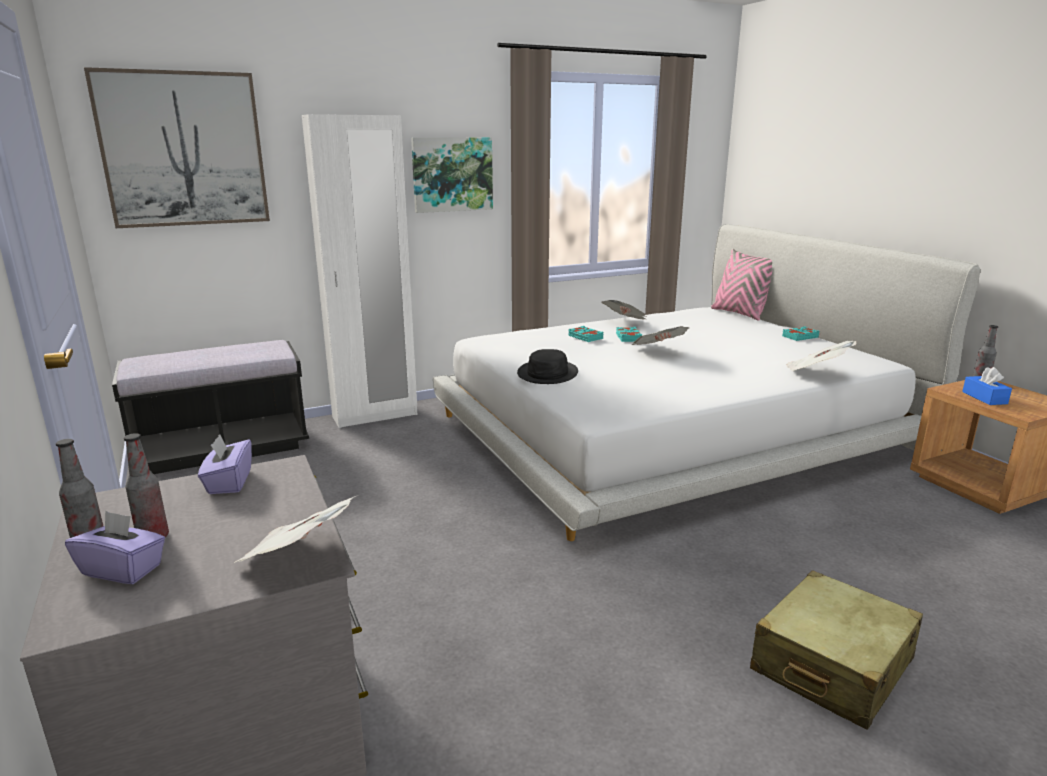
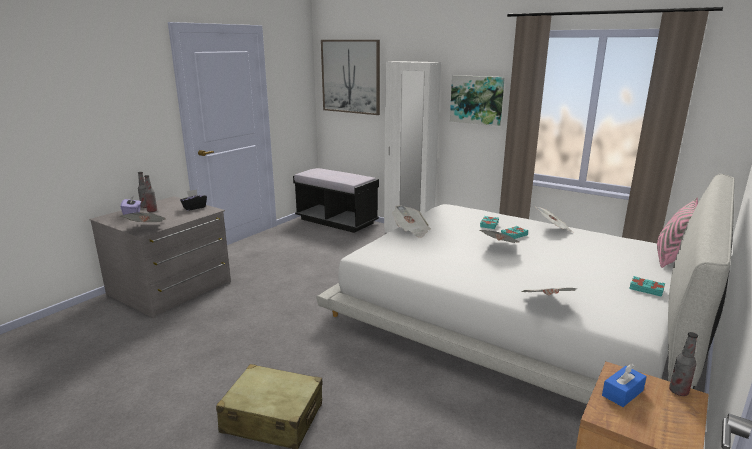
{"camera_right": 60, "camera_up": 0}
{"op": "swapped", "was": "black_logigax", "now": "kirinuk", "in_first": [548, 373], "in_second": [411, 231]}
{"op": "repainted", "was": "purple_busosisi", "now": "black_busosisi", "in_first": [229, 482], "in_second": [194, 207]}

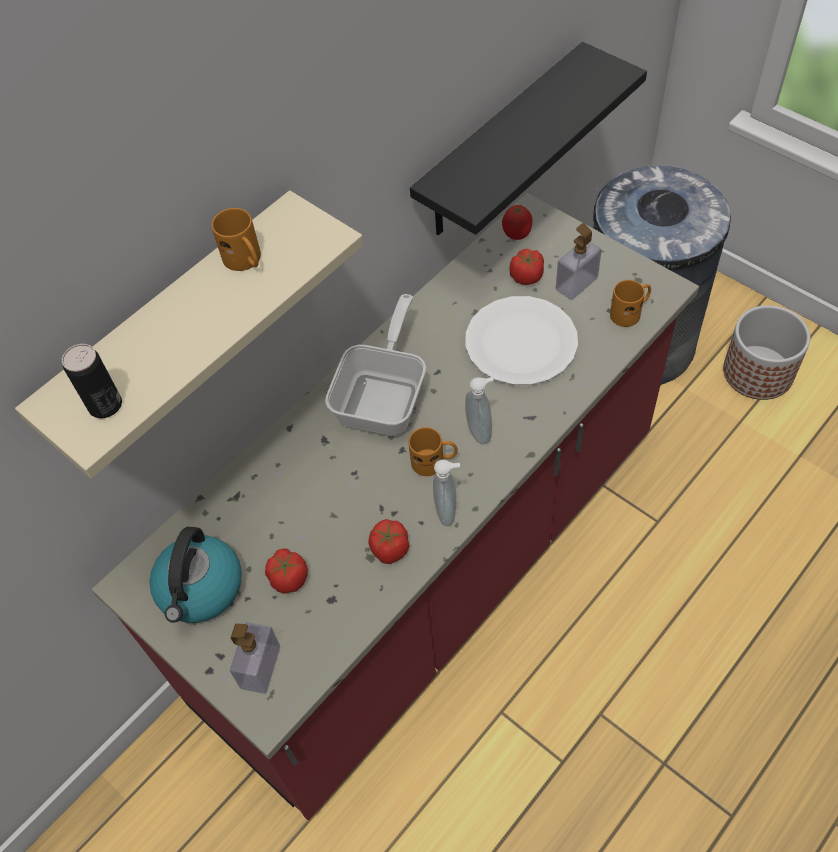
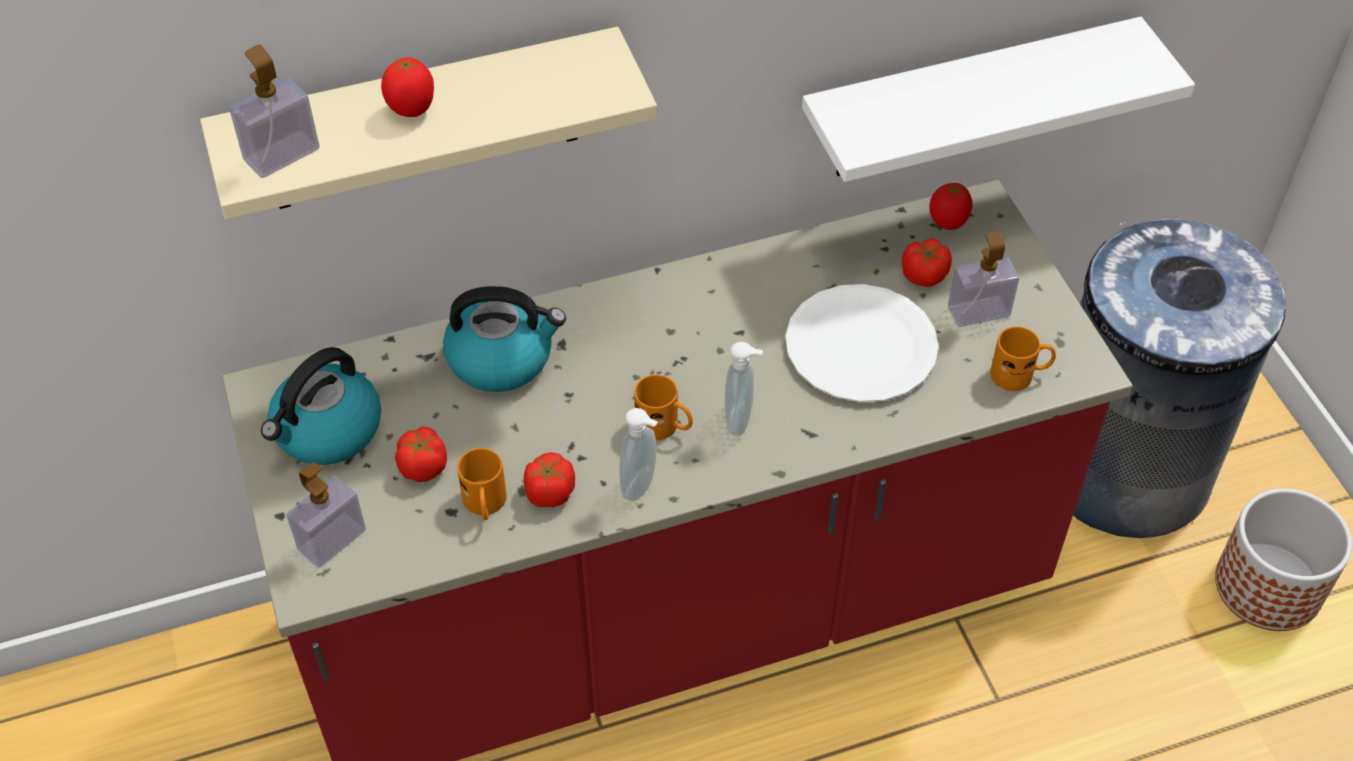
{"camera_right": 25, "camera_up": -5}
{"op": "repainted", "was": "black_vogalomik", "now": "white_vogalomik", "in_first": [499, 145], "in_second": [967, 100]}
{"op": "shifted", "was": "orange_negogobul", "in_first": [246, 261], "in_second": [485, 505]}
{"op": "gone", "was": "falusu", "in_first": [385, 396]}
{"op": "swapped", "was": "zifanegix", "now": "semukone", "in_first": [105, 405], "in_second": [281, 154]}
{"op": "new", "now": "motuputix", "in_second": [412, 110]}
{"op": "new", "now": "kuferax", "in_second": [502, 358]}

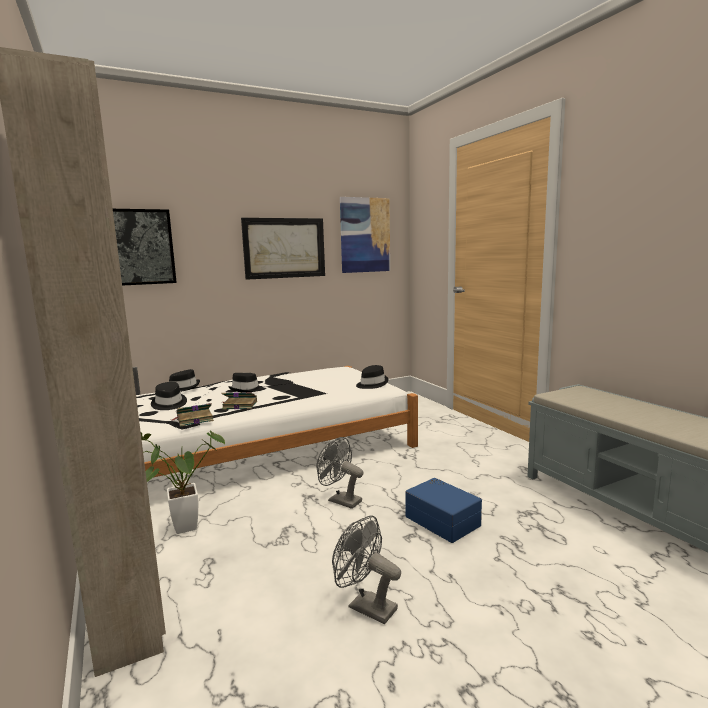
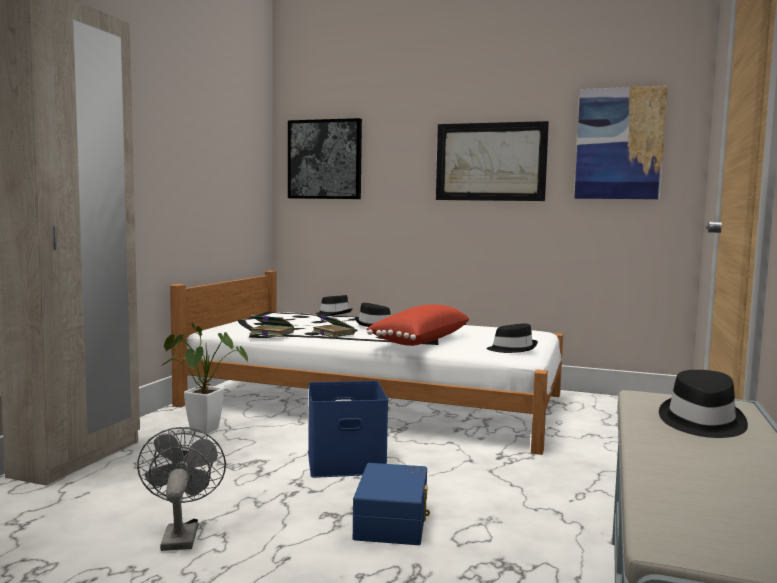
{"camera_right": 45, "camera_up": -5}
{"op": "shifted", "was": "black_logigax", "in_first": [169, 404], "in_second": [701, 422]}
{"op": "swapped", "was": "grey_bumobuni", "now": "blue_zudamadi", "in_first": [340, 500], "in_second": [344, 462]}
{"op": "new", "now": "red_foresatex", "in_second": [419, 341]}

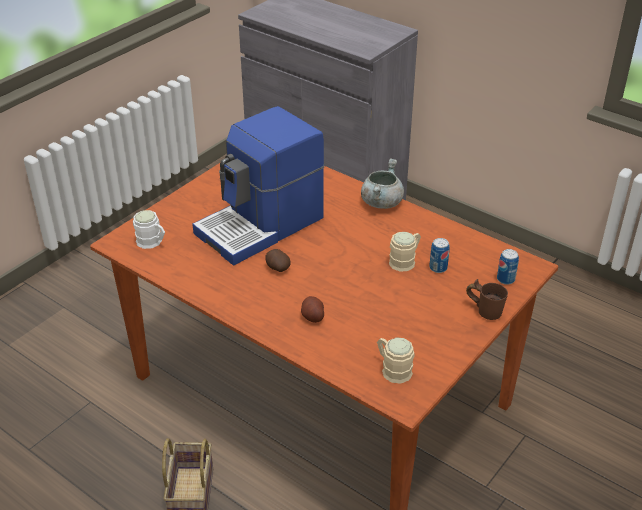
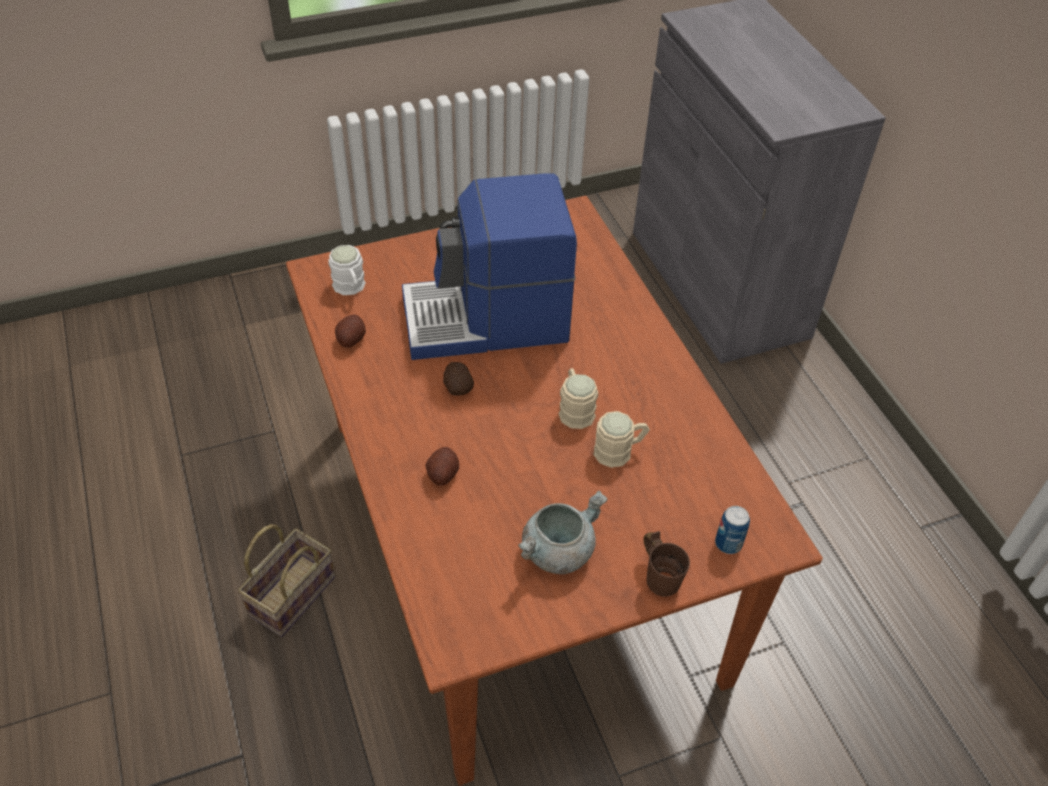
{"camera_right": 30, "camera_up": 10}
{"op": "shifted", "was": "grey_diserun", "in_first": [381, 202], "in_second": [557, 550]}
{"op": "gone", "was": "zifanegix", "in_first": [438, 268]}
{"op": "shifted", "was": "beige_negogobul", "in_first": [392, 369], "in_second": [575, 409]}
{"op": "new", "now": "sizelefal", "in_second": [351, 339]}

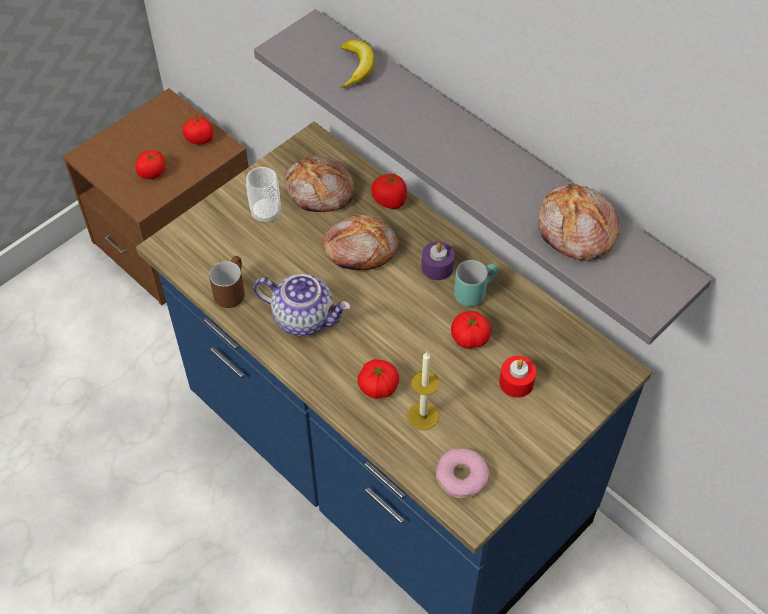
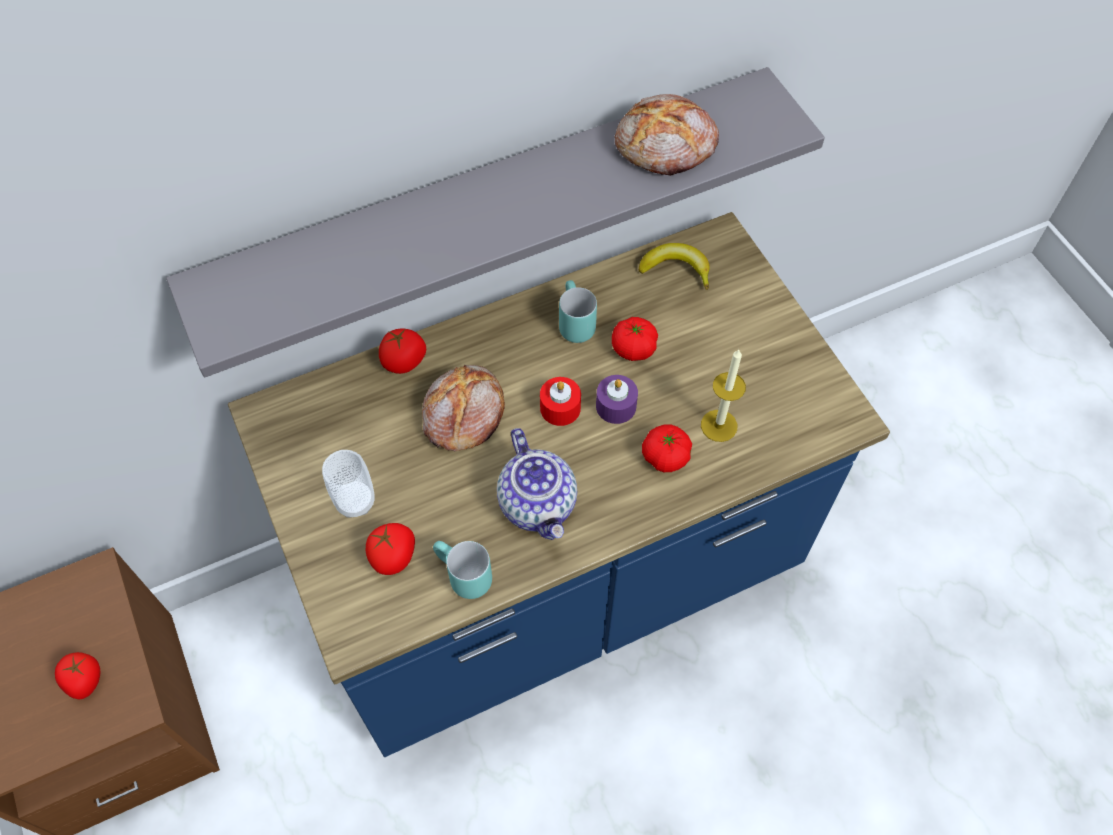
{"camera_right": -70, "camera_up": 5}
{"op": "shifted", "was": "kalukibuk", "in_first": [356, 67], "in_second": [676, 269]}
{"op": "shifted", "was": "motuputix", "in_first": [200, 139], "in_second": [393, 556]}
{"op": "gone", "was": "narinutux", "in_first": [319, 192]}
{"op": "shifted", "was": "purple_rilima", "in_first": [437, 267], "in_second": [616, 406]}
{"op": "repainted", "was": "brown_negogobul", "now": "turquoise_negogobul", "in_first": [230, 290], "in_second": [461, 577]}
{"op": "rotated", "was": "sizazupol", "in_first": [304, 317], "in_second": [539, 504], "clockwise": 120}
{"op": "shifted", "was": "red_rilima", "in_first": [516, 382], "in_second": [560, 408]}
{"op": "gone", "was": "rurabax", "in_first": [461, 477]}

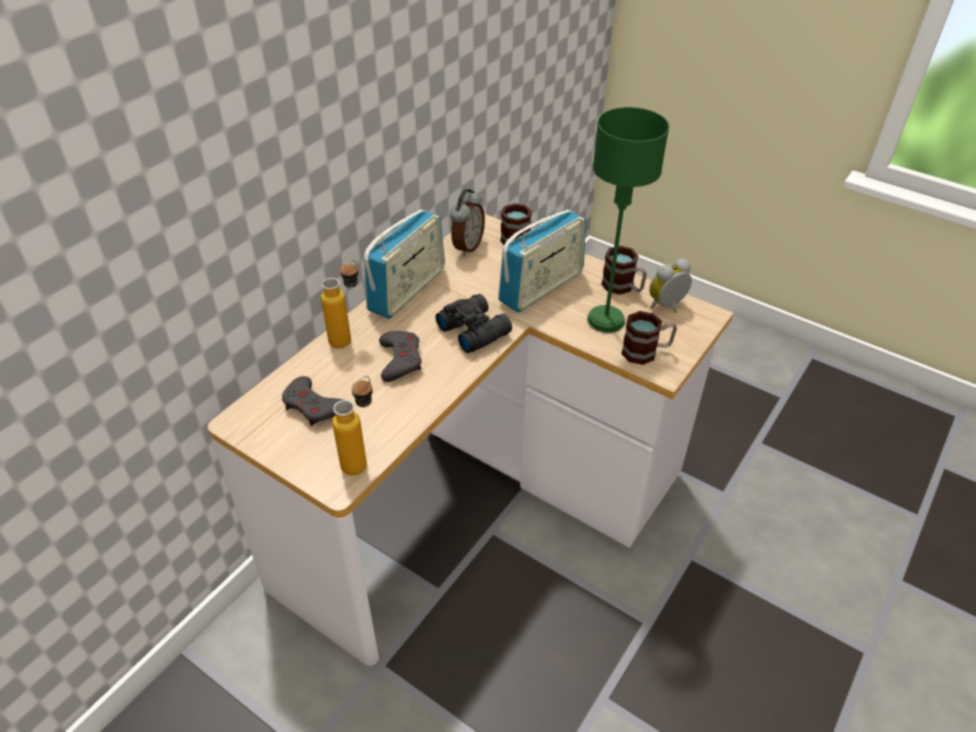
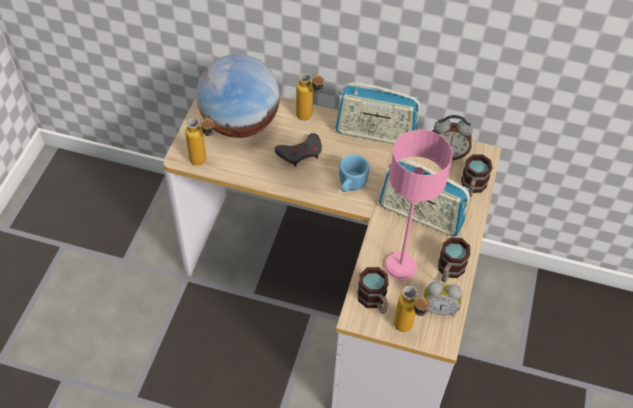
{"camera_right": 70, "camera_up": 10}
{"op": "repainted", "was": "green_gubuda", "now": "pink_gubuda", "in_first": [606, 320], "in_second": [400, 267]}
{"op": "rotated", "was": "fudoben", "in_first": [668, 306], "in_second": [439, 308], "clockwise": 150}
{"op": "swapped", "was": "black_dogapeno", "now": "blue_negogobul", "in_first": [474, 329], "in_second": [350, 185]}
{"op": "swapped", "was": "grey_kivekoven", "now": "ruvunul", "in_first": [314, 406], "in_second": [240, 123]}
{"op": "new", "now": "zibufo", "in_second": [407, 330]}

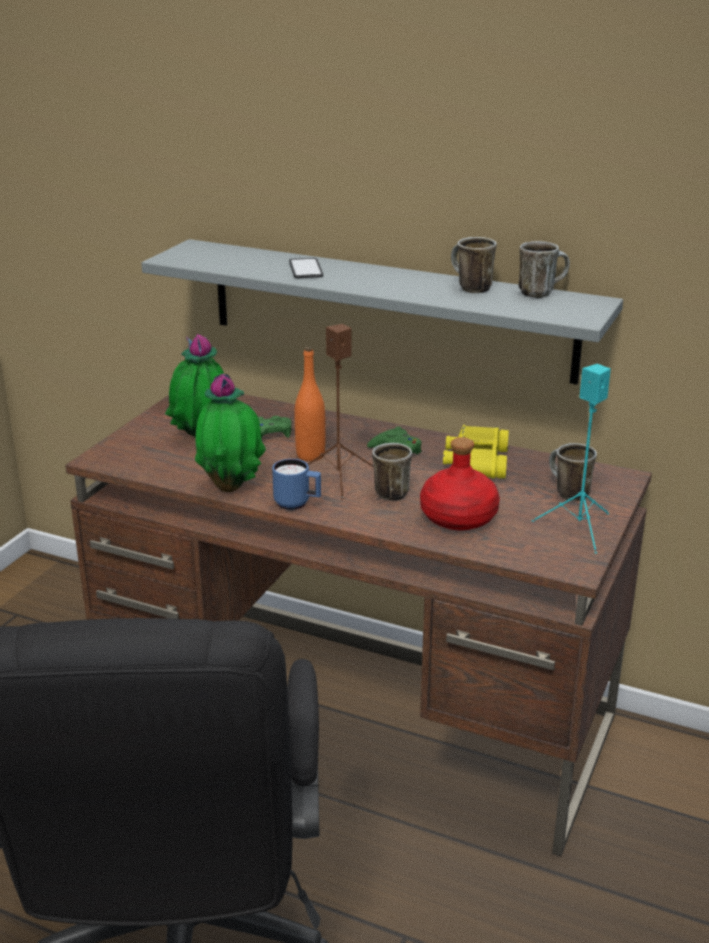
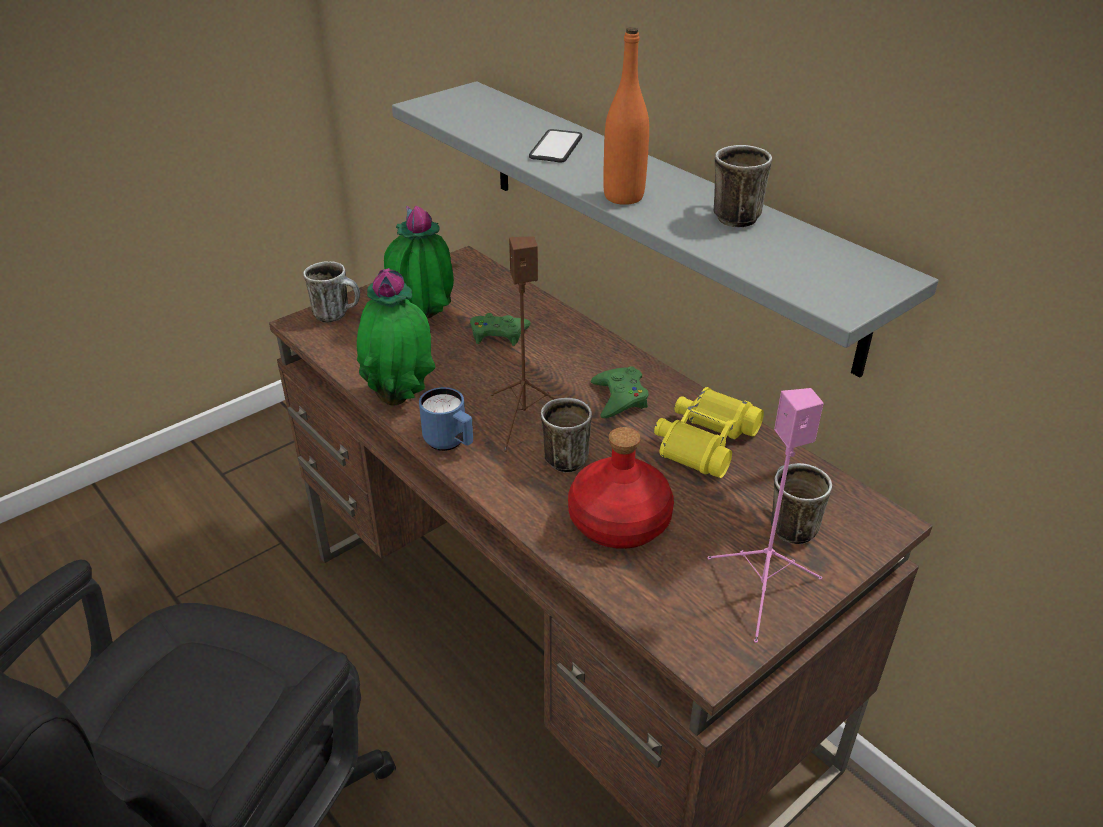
{"camera_right": 25, "camera_up": 10}
{"op": "shifted", "was": "negogobul", "in_first": [541, 293], "in_second": [338, 315]}
{"op": "shifted", "was": "orange_zibufo", "in_first": [310, 455], "in_second": [623, 197]}
{"op": "repainted", "was": "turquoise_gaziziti", "now": "pink_gaziziti", "in_first": [579, 529], "in_second": [762, 592]}

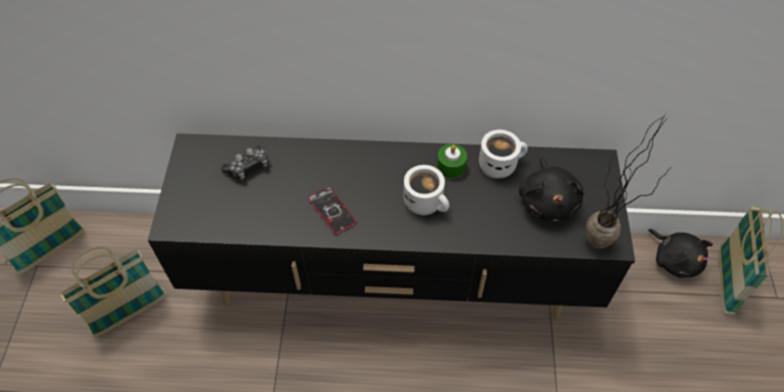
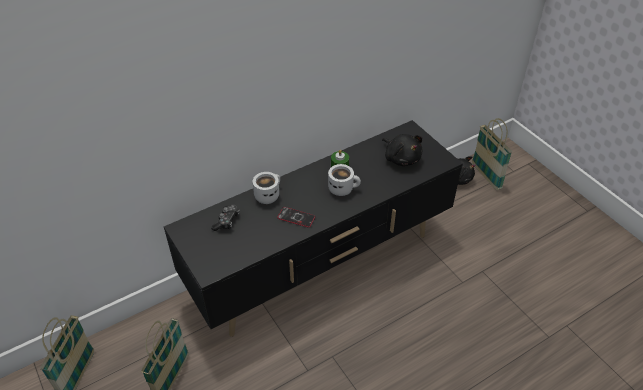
{"camera_right": -35, "camera_up": -10}
{"op": "gone", "was": "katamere", "in_first": [597, 251]}
{"op": "shifted", "was": "white_negogobul", "in_first": [499, 164], "in_second": [267, 195]}

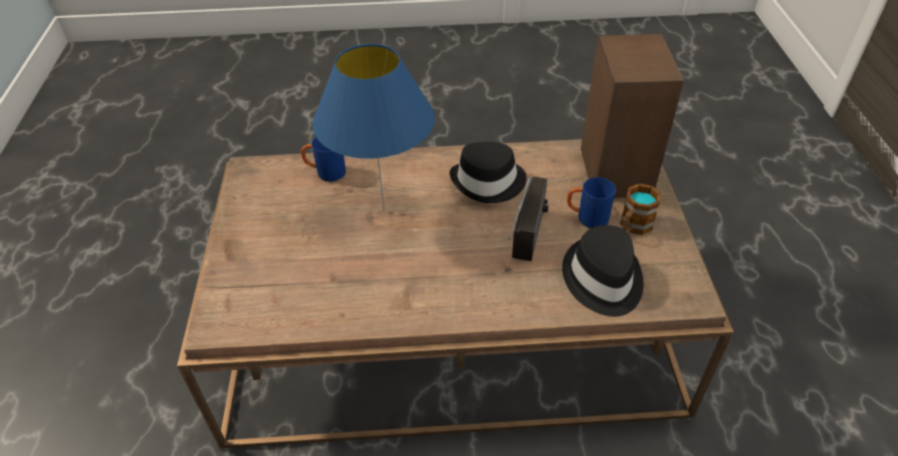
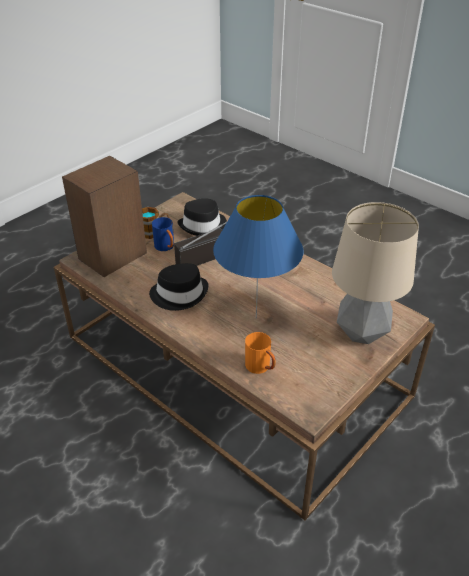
{"camera_right": -135, "camera_up": -5}
{"op": "repainted", "was": "blue_negogobul", "now": "orange_negogobul", "in_first": [325, 173], "in_second": [261, 368]}
{"op": "new", "now": "gubuda", "in_second": [362, 333]}

